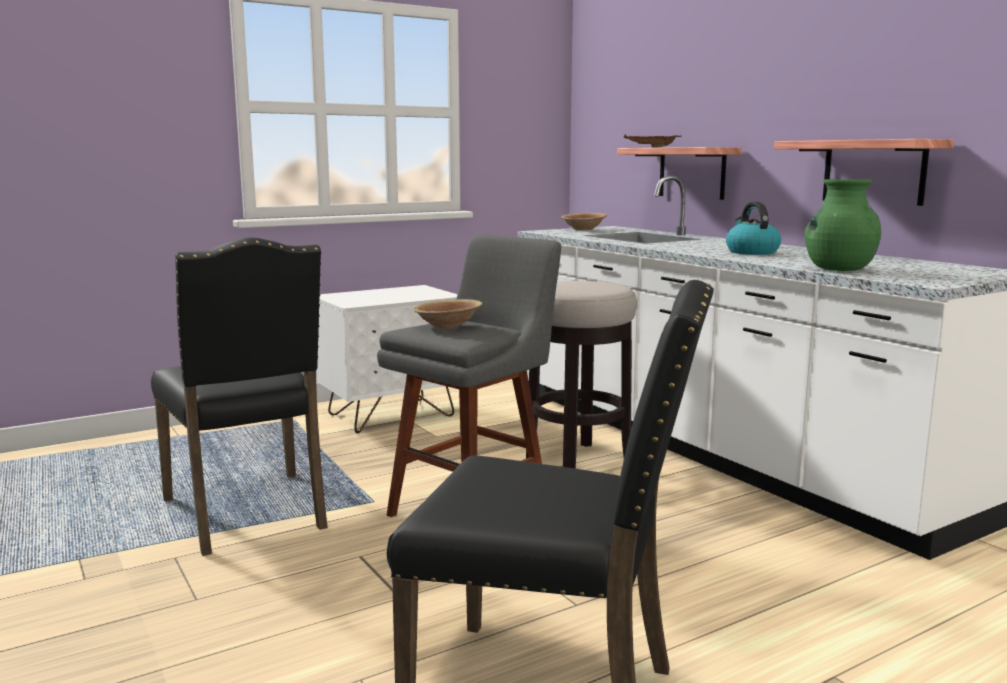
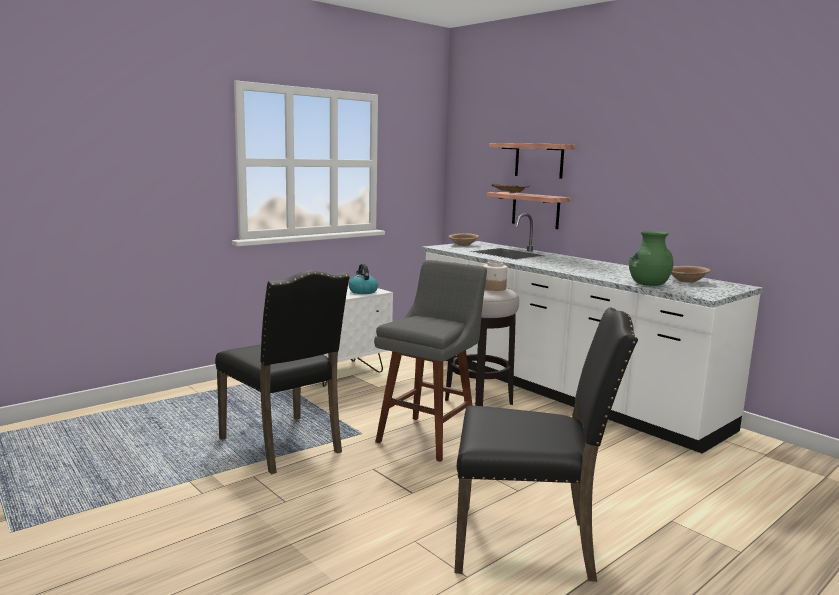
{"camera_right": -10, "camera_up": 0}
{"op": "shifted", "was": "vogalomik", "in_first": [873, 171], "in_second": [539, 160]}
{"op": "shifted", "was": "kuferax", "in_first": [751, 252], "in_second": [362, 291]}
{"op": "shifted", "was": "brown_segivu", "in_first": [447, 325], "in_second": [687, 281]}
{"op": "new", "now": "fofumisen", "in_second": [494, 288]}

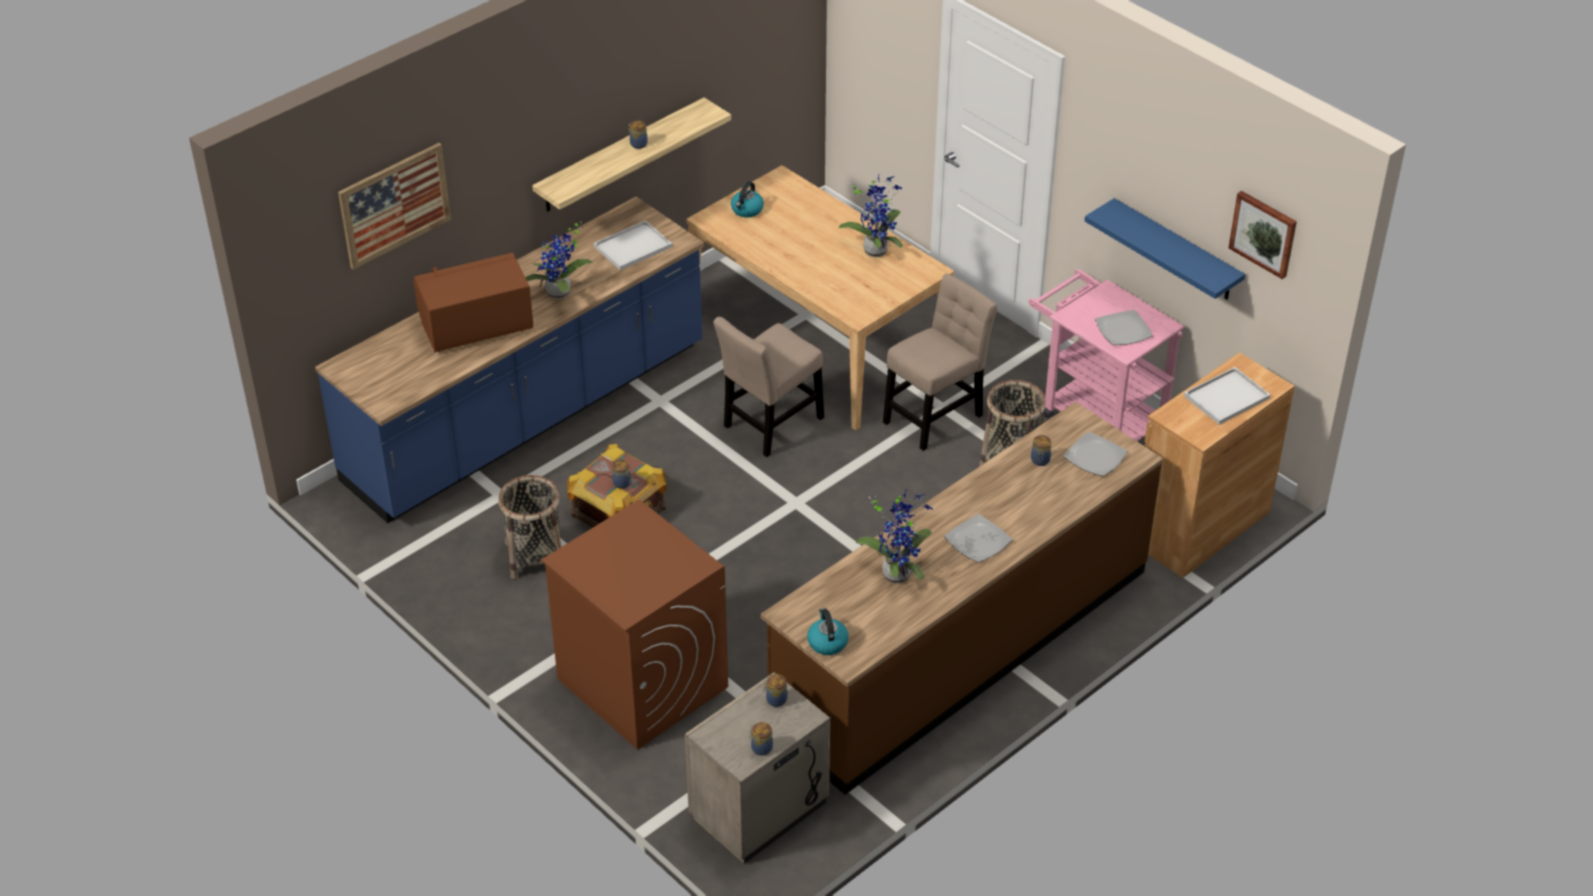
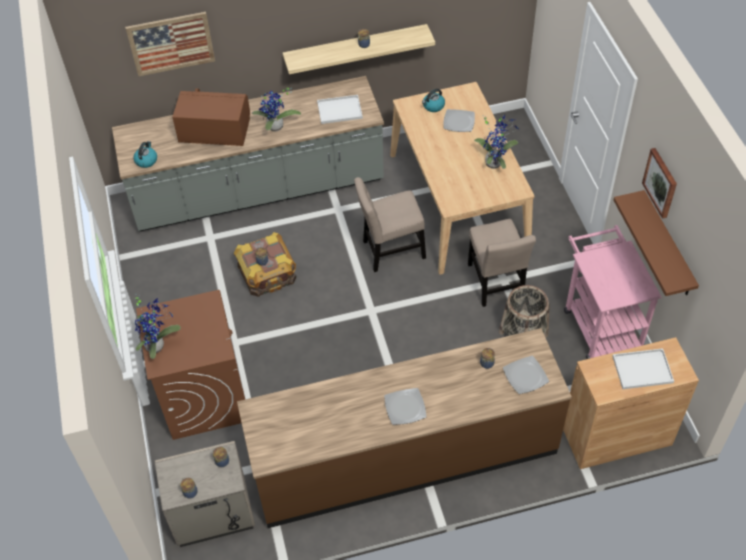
{"camera_right": 30, "camera_up": 10}
{"op": "shifted", "was": "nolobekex", "in_first": [1264, 233], "in_second": [661, 182]}
{"op": "repainted", "was": "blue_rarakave", "now": "grey_rarakave", "in_first": [527, 415], "in_second": [258, 190]}
{"op": "repainted", "was": "blue_vogalomik", "now": "brown_vogalomik", "in_first": [1176, 251], "in_second": [667, 245]}
{"op": "rotated", "was": "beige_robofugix", "in_first": [936, 415], "in_second": [495, 283], "clockwise": 90}
{"op": "shifted", "was": "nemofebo", "in_first": [1122, 330], "in_second": [458, 121]}
{"op": "gone", "was": "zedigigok", "in_first": [535, 556]}
{"op": "shifted", "was": "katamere", "in_first": [898, 572], "in_second": [157, 345]}
{"op": "shifted", "was": "kuferax", "in_first": [827, 642], "in_second": [146, 160]}

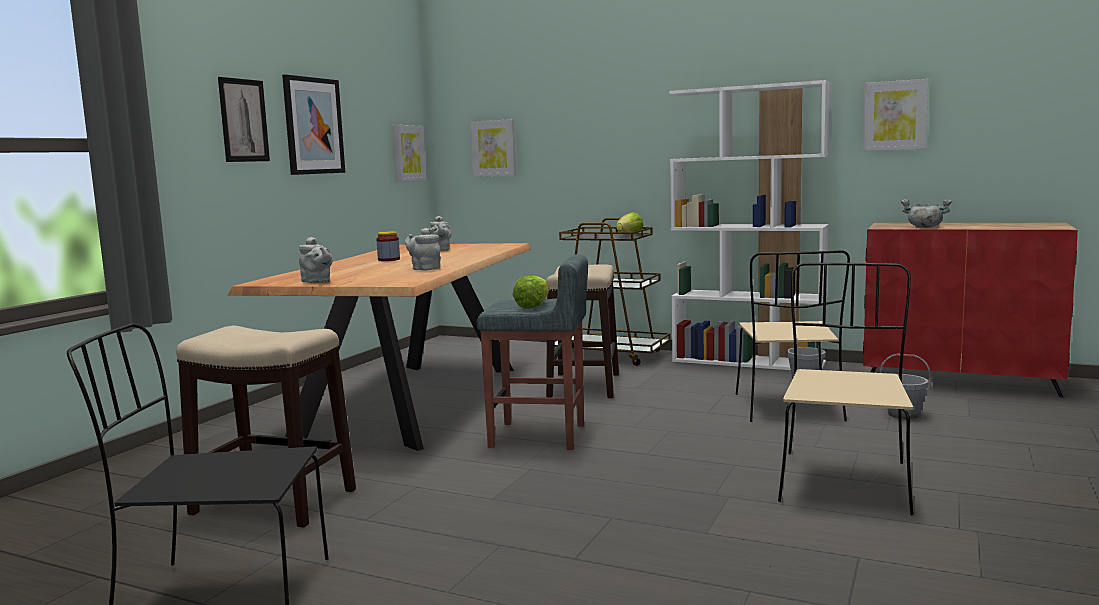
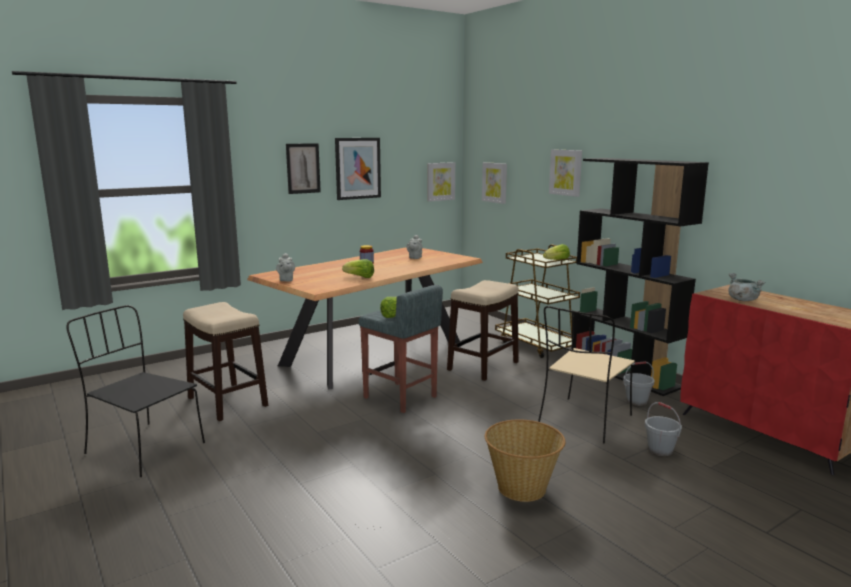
{"camera_right": 30, "camera_up": 5}
{"op": "shifted", "was": "nolobekex", "in_first": [895, 115], "in_second": [566, 172]}
{"op": "repainted", "was": "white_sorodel", "now": "black_sorodel", "in_first": [748, 362], "in_second": [624, 373]}
{"op": "swapped", "was": "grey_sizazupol", "now": "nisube", "in_first": [424, 269], "in_second": [360, 277]}
{"op": "swapped", "was": "beige_robofugix", "now": "zedigigok", "in_first": [843, 480], "in_second": [522, 487]}

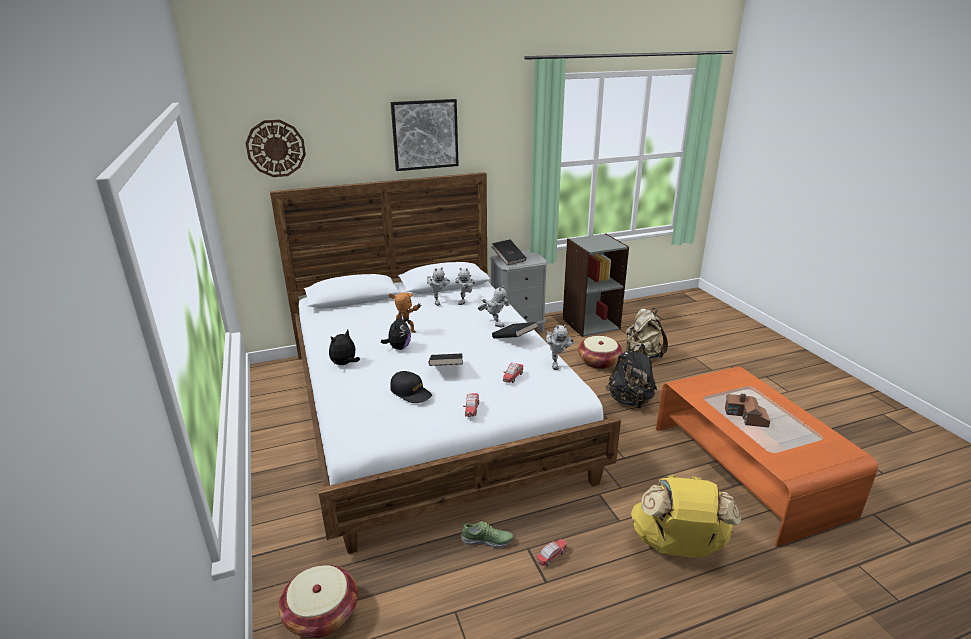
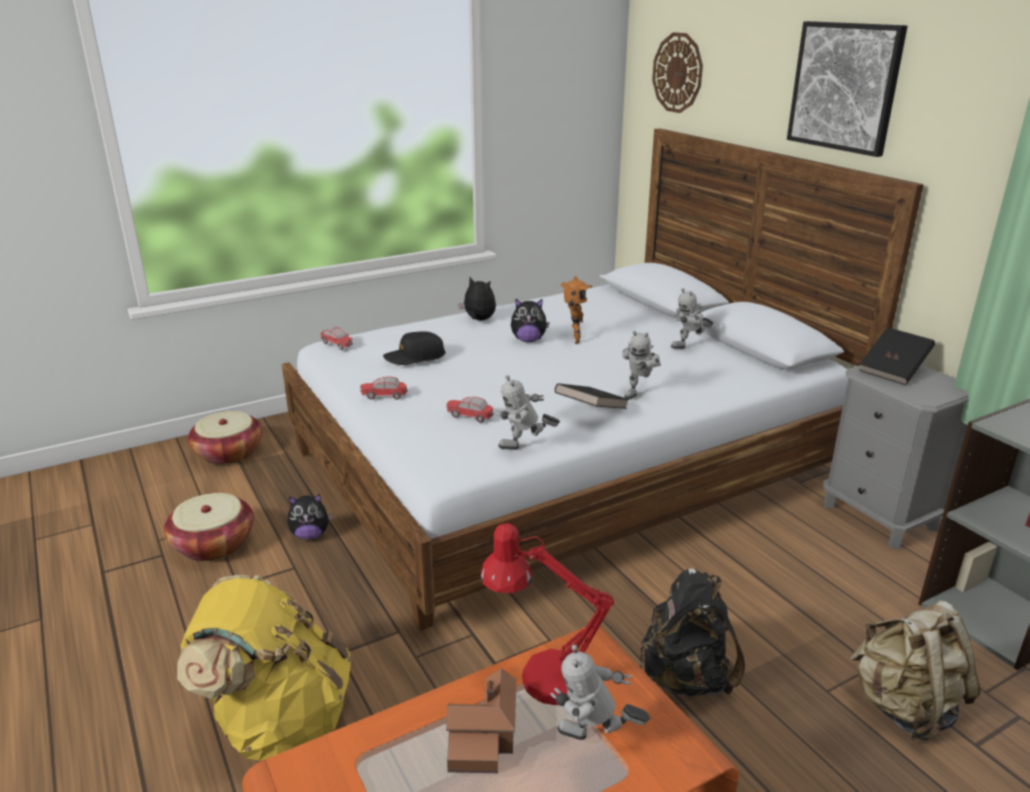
{"camera_right": 80, "camera_up": 0}
{"op": "shifted", "was": "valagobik", "in_first": [466, 301], "in_second": [594, 742]}
{"op": "shifted", "was": "zedigigok", "in_first": [599, 362], "in_second": [213, 544]}
{"op": "gone", "was": "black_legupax", "in_first": [446, 369]}
{"op": "rotated", "was": "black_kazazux", "in_first": [411, 392], "in_second": [415, 357], "clockwise": 45}
{"op": "swapped", "was": "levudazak", "now": "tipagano", "in_first": [487, 540], "in_second": [310, 535]}
{"op": "shifted", "was": "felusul", "in_first": [551, 557], "in_second": [337, 345]}
{"op": "new", "now": "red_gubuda", "in_second": [540, 677]}

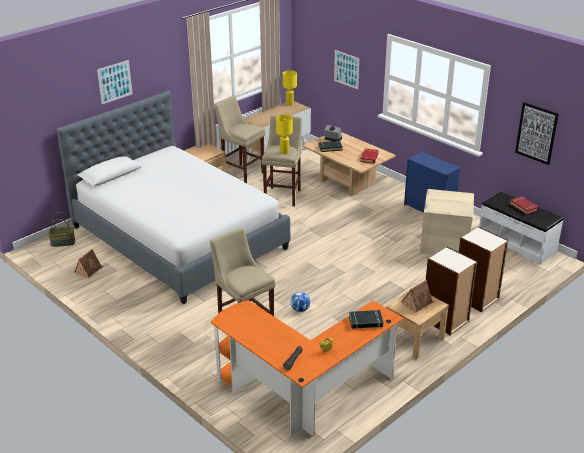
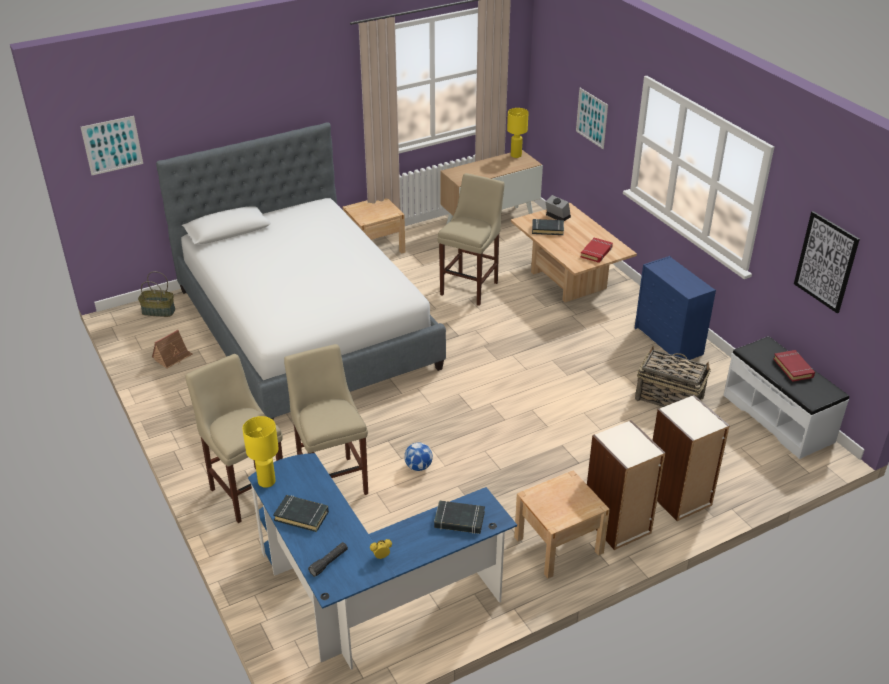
{"camera_right": 15, "camera_up": 5}
{"op": "shifted", "was": "nolobekex", "in_first": [115, 82], "in_second": [112, 145]}
{"op": "shifted", "was": "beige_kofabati", "in_first": [241, 173], "in_second": [246, 491]}
{"op": "shifted", "was": "yellow_gubuda", "in_first": [284, 152], "in_second": [267, 482]}
{"op": "swapped", "was": "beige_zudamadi", "now": "zedigigok", "in_first": [444, 242], "in_second": [668, 398]}
{"op": "gone", "was": "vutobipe", "in_first": [417, 303]}
{"op": "repainted", "was": "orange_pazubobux", "now": "blue_pazubobux", "in_first": [302, 392], "in_second": [365, 597]}
{"op": "new", "now": "black_legupax", "in_second": [301, 516]}

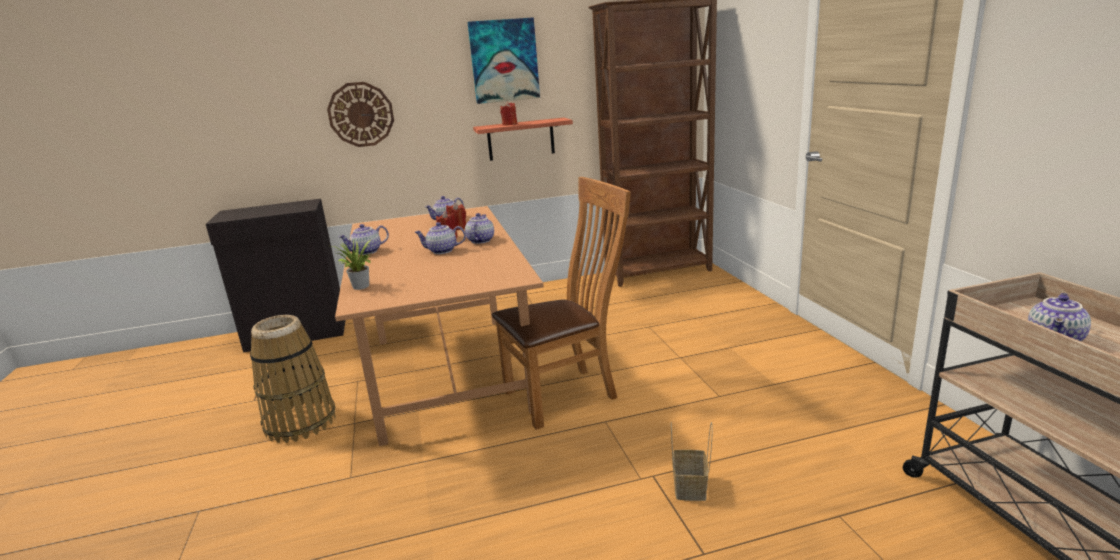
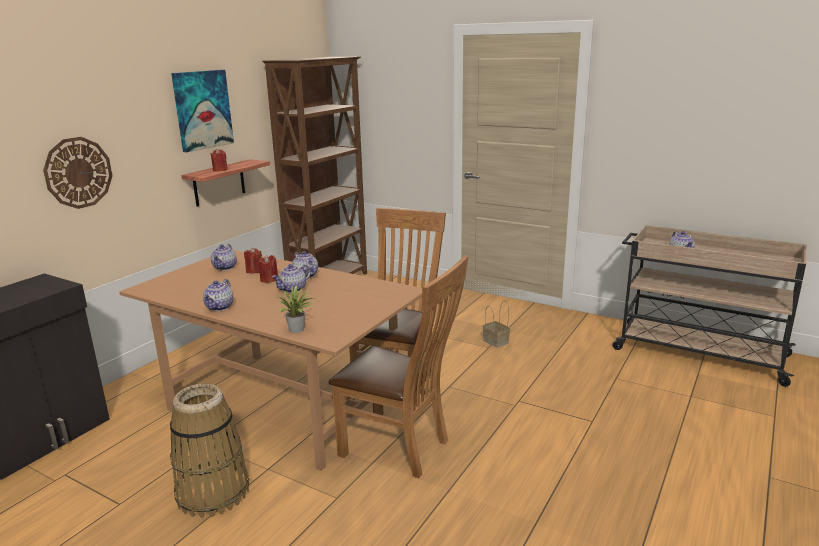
{"camera_right": -45, "camera_up": 0}
{"op": "shifted", "was": "zedigigok", "in_first": [691, 488], "in_second": [496, 342]}
{"op": "new", "now": "brown_robofugix", "in_second": [400, 448]}

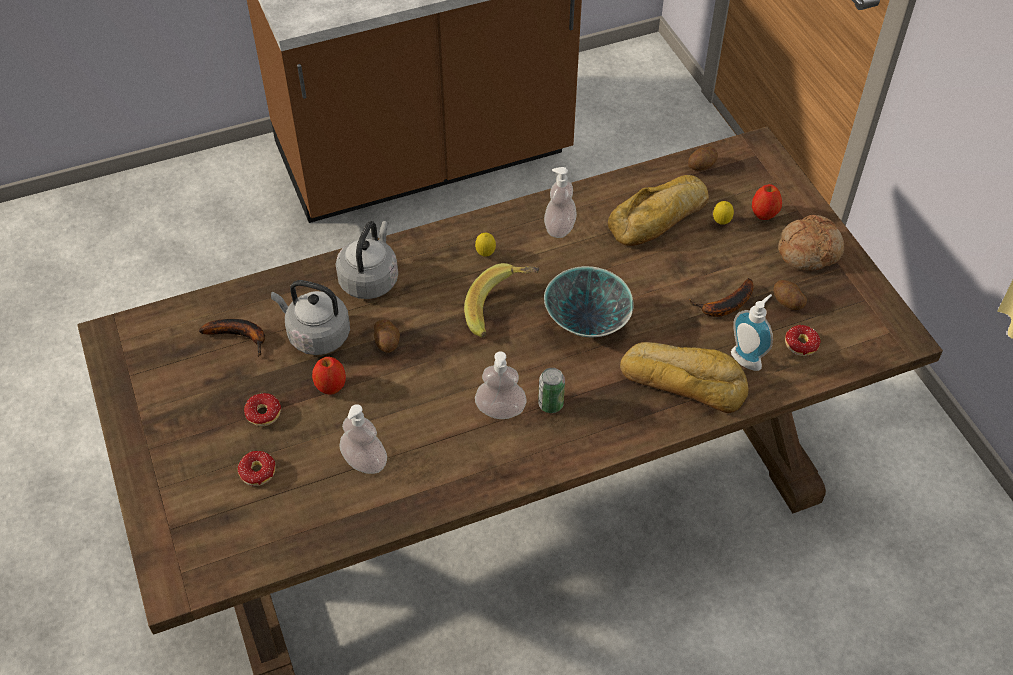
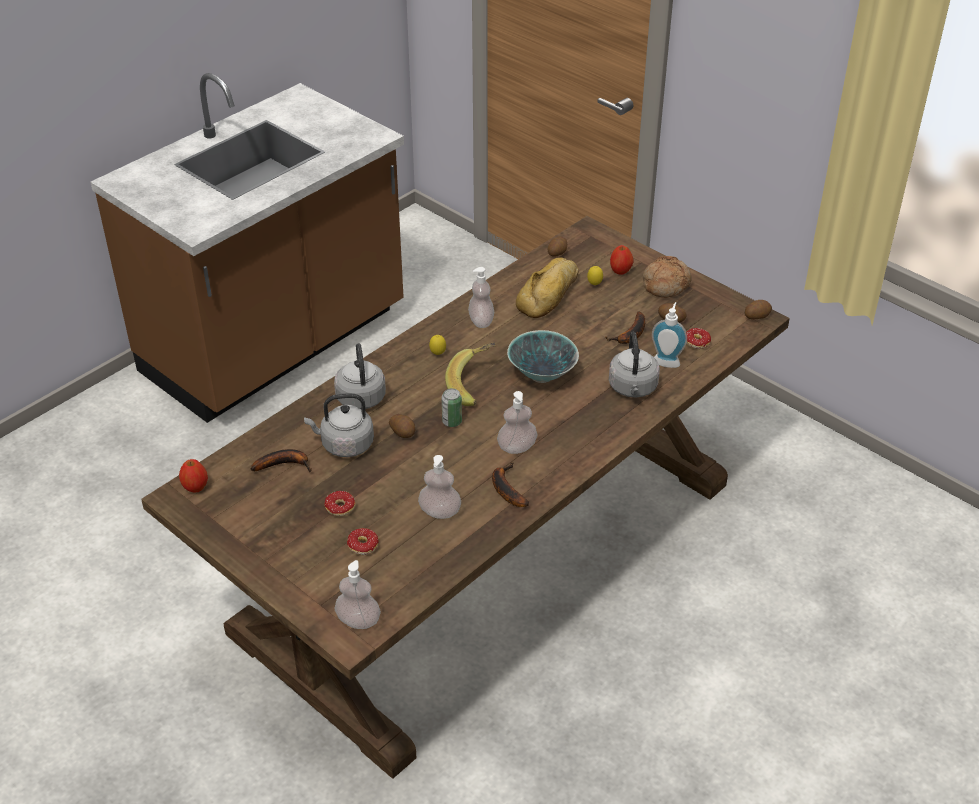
{"camera_right": -25, "camera_up": -10}
{"op": "swapped", "was": "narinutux", "now": "grey_kuferax", "in_first": [684, 381], "in_second": [633, 388]}
{"op": "shifted", "was": "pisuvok", "in_first": [331, 386], "in_second": [195, 487]}
{"op": "shifted", "was": "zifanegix", "in_first": [550, 404], "in_second": [452, 422]}
{"op": "new", "now": "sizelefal", "in_second": [756, 316]}
{"op": "new", "now": "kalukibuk", "in_second": [506, 489]}
{"op": "new", "now": "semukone", "in_second": [358, 621]}

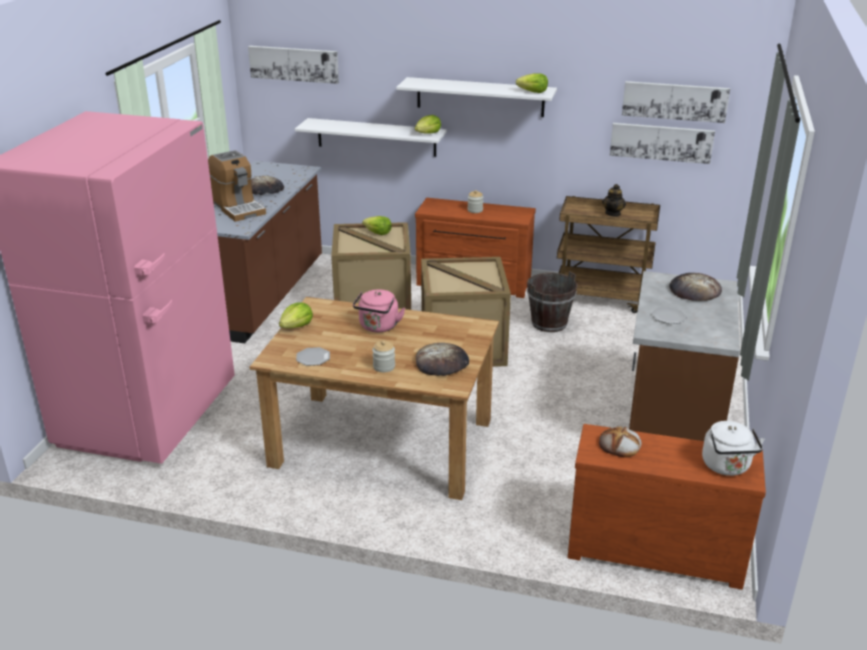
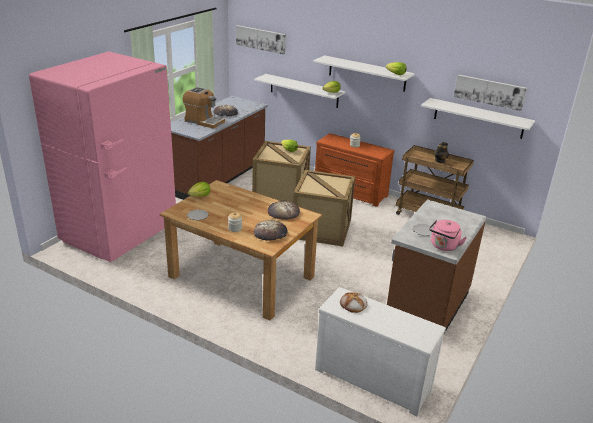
{"camera_right": 15, "camera_up": 0}
{"op": "swapped", "was": "nolobekex", "now": "white_vogalomik", "in_first": [661, 142], "in_second": [478, 118]}
{"op": "rotated", "was": "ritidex", "in_first": [237, 208], "in_second": [204, 121], "clockwise": -45}
{"op": "gone", "was": "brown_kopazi", "in_first": [549, 324]}
{"op": "shifted", "was": "narinutux", "in_first": [694, 290], "in_second": [283, 212]}
{"op": "shifted", "was": "pink_kuferax", "in_first": [378, 327], "in_second": [443, 246]}
{"op": "gone", "was": "white_kuferax", "in_first": [727, 467]}
{"op": "repainted", "was": "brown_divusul", "now": "white_divusul", "in_first": [655, 548], "in_second": [374, 377]}

